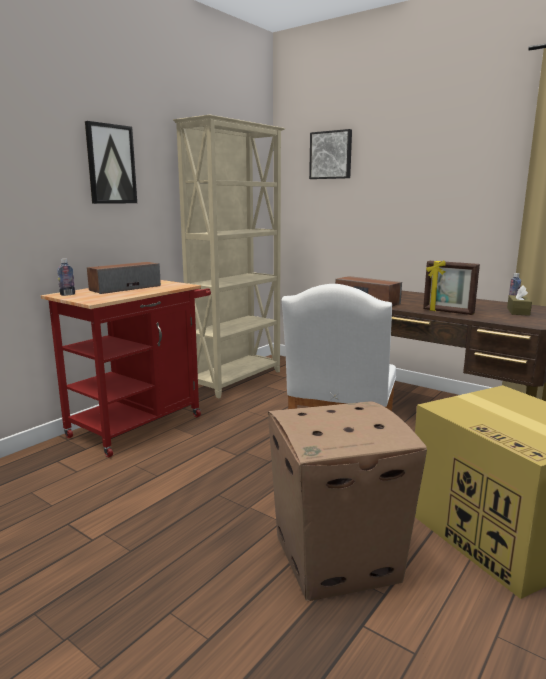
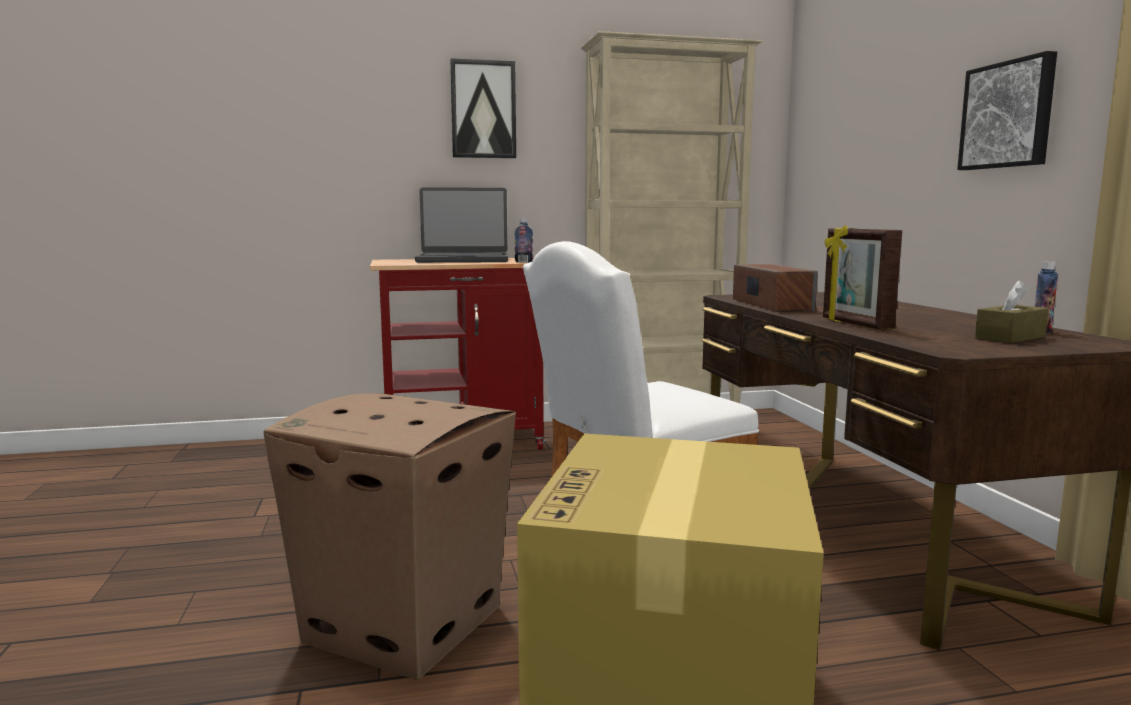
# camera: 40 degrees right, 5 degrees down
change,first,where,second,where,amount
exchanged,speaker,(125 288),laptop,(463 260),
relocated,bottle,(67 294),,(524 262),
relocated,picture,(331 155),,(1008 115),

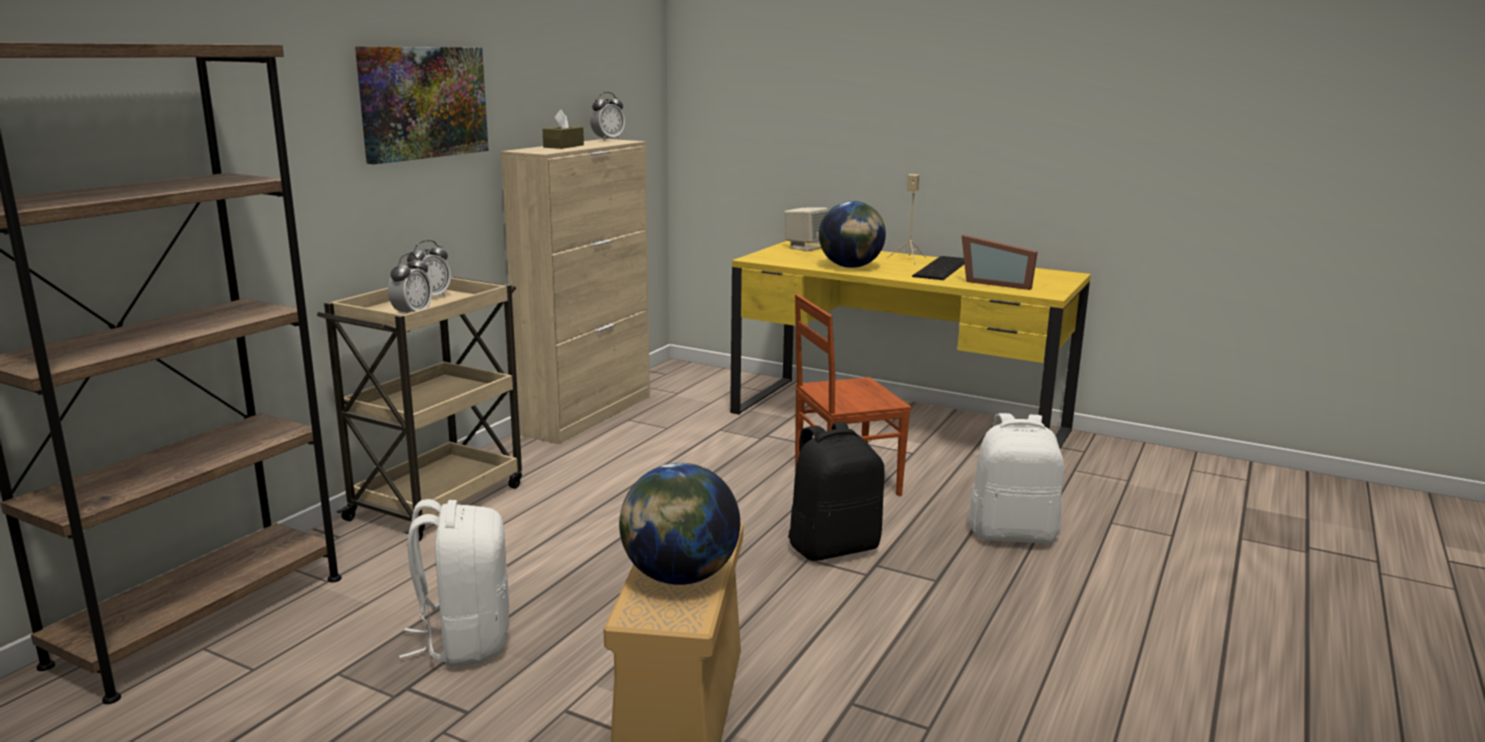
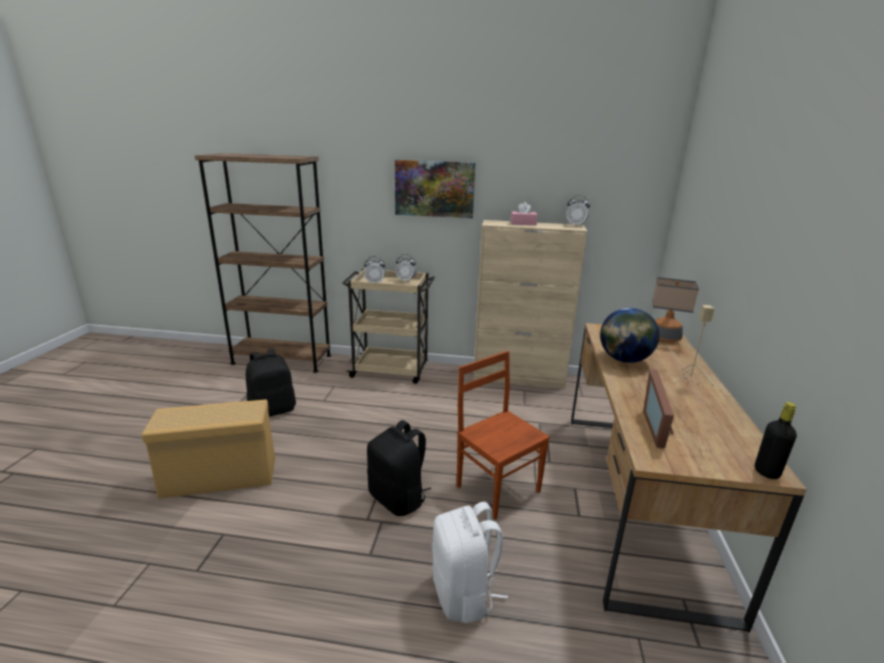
# camera: 70 degrees right, 5 degrees up
change,first,where,second,where,amount
colour,white backpack,(465 641),black backpack,(273 410),
colour,brown tissue box,(563 146),pink tissue box,(523 223),
colour,yellow desk,(897 422),brown desk,(636 498),
exchanged,beige speaker,(805 247),table lamp,(665 338),
appeared,,,black bottle,(766 472),
missing,globe,(679 577),,,
missing,keyboard,(943 268),,,

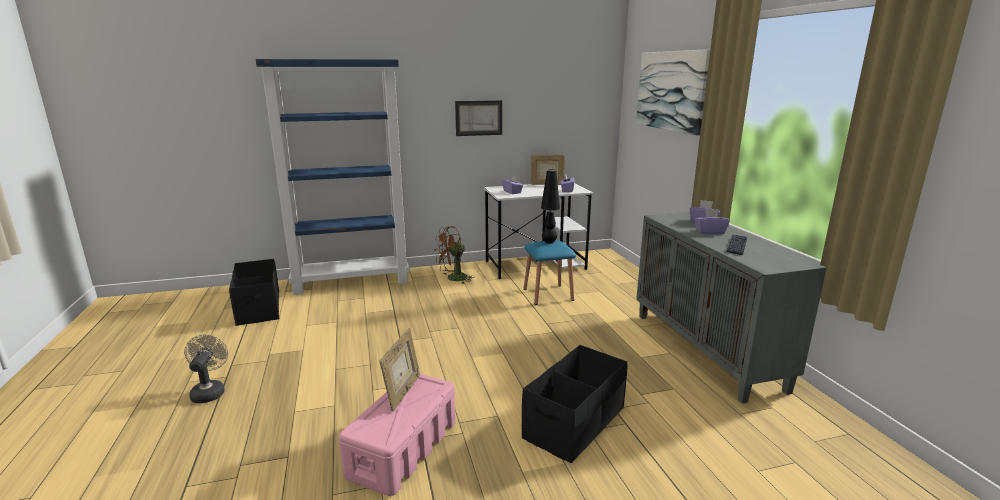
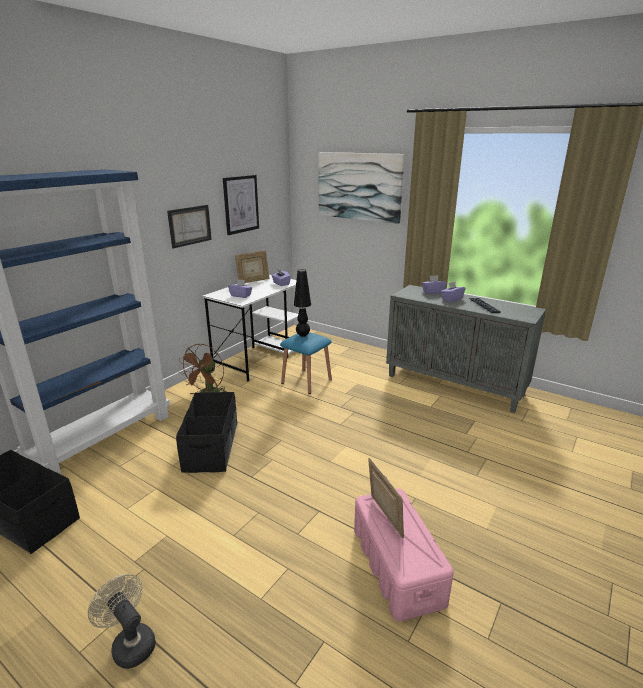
# camera: 40 degrees left, 5 degrees up
change,first,where,second,where,amount
relocated,black storage box,(575 423),,(212 447),
appeared,,,picture,(241 204),

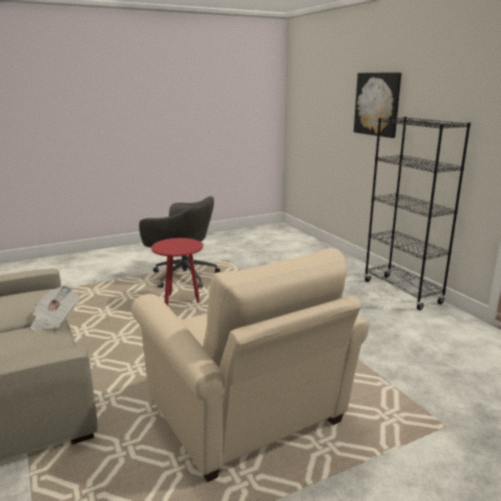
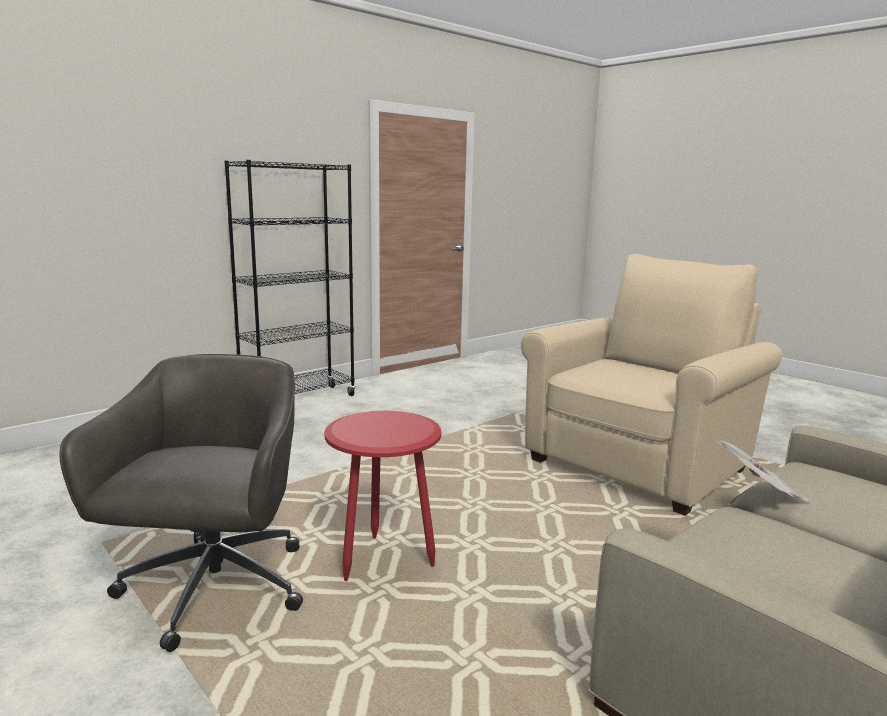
# camera: 105 degrees left, 5 degrees down
change,first,where,second,where,amount
missing,picture,(377 104),,,

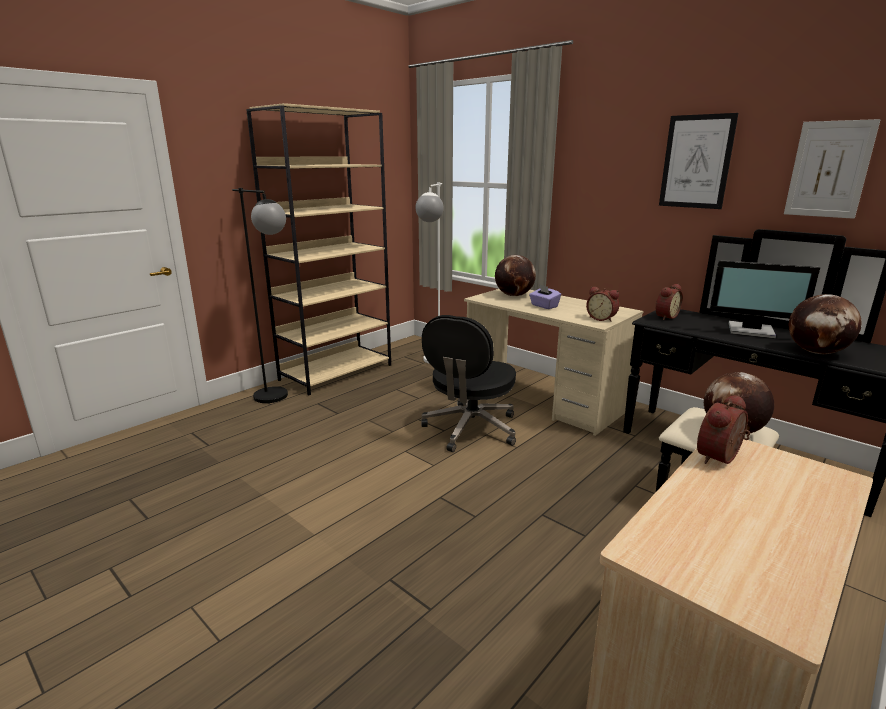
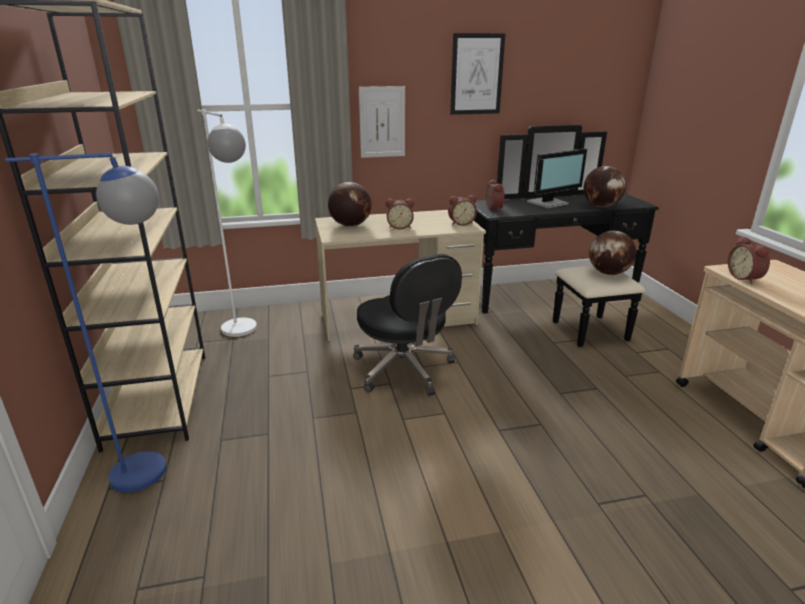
# camera: 55 degrees left, 5 degrees up
change,first,where,second,where,amount
colour,black floor lamp,(278 399),blue floor lamp,(159 468),
relocated,picture,(829 169),,(382 122),
exchanged,purple tissue box,(544 306),alarm clock,(399 227),

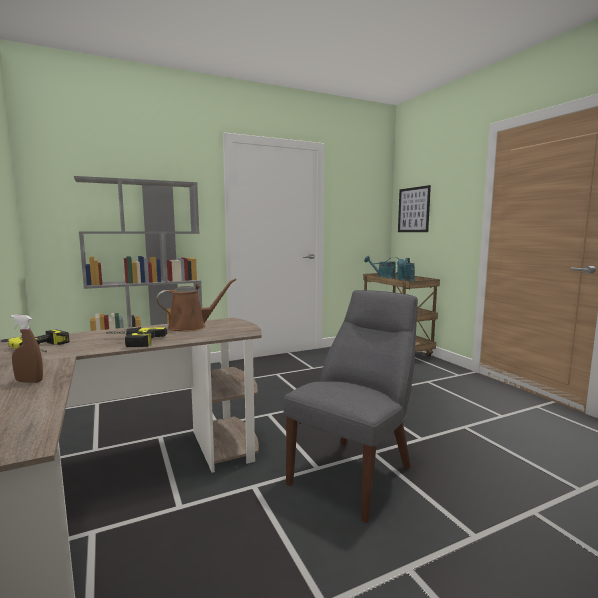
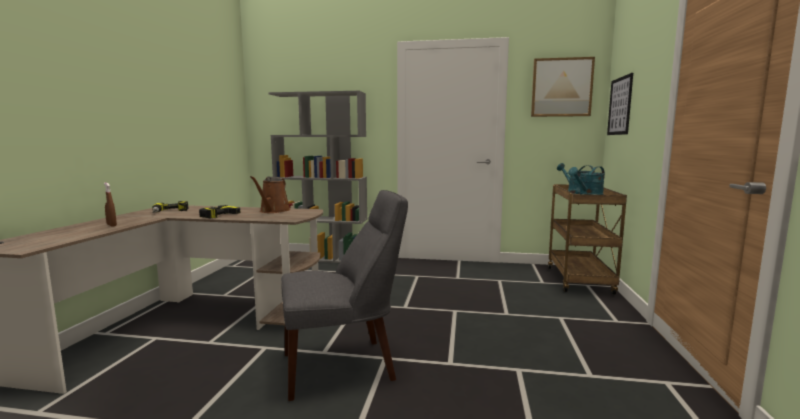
# camera: 35 degrees right, 0 degrees up
change,first,where,second,where,amount
spun,brown watering can,(191 327),,(273 211),90 degrees clockwise
appeared,,,picture,(561 87),

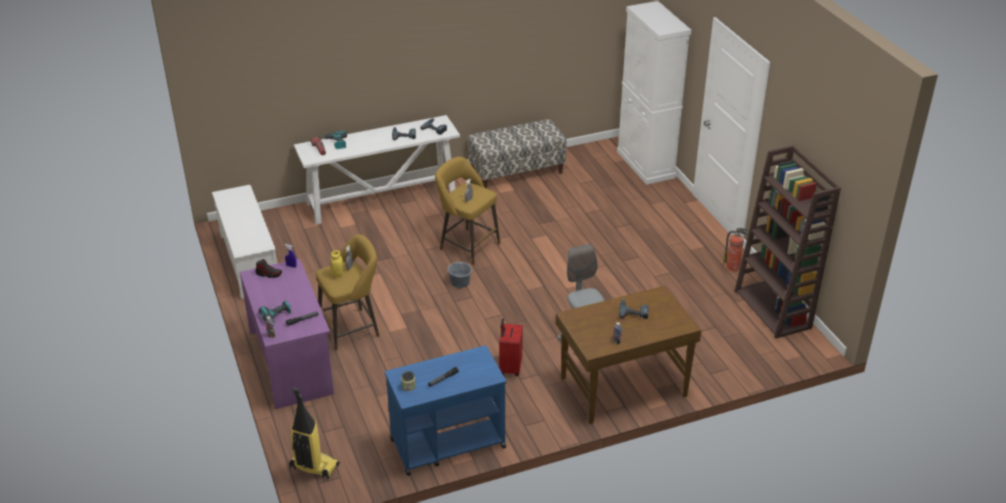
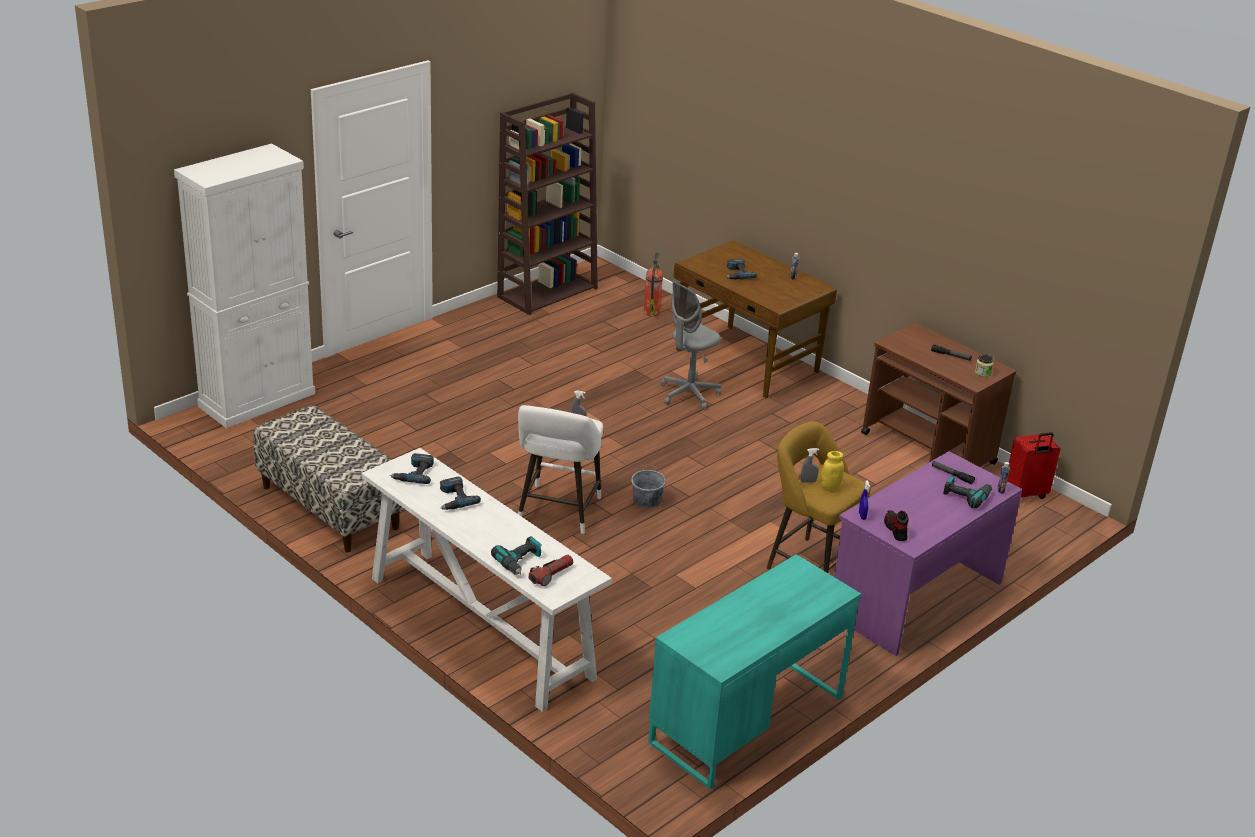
# camera: 115 degrees left, 5 degrees down
change,first,where,second,where,amount
colour,yellow stool,(467 245),white stool,(557 513),
relocated,fire extinguisher,(733 267),,(651 312),
exchanged,white shoe rack,(249 262),turquoise desk,(746 719),
colour,blue cart,(447 443),brown cart,(928 449),
relocated,red suitcase,(509 367),,(1025 494),
missing,vacuum cleaner,(313 467),,,

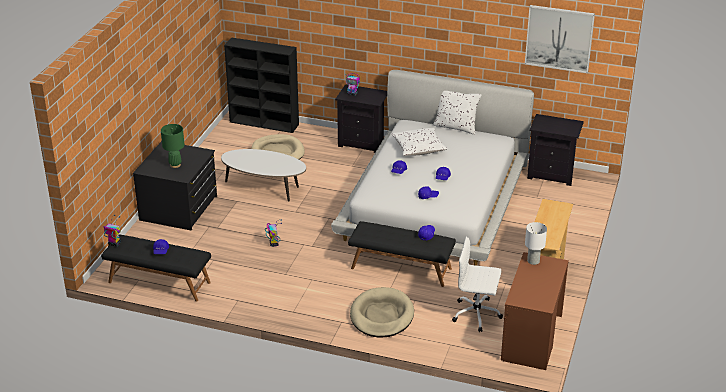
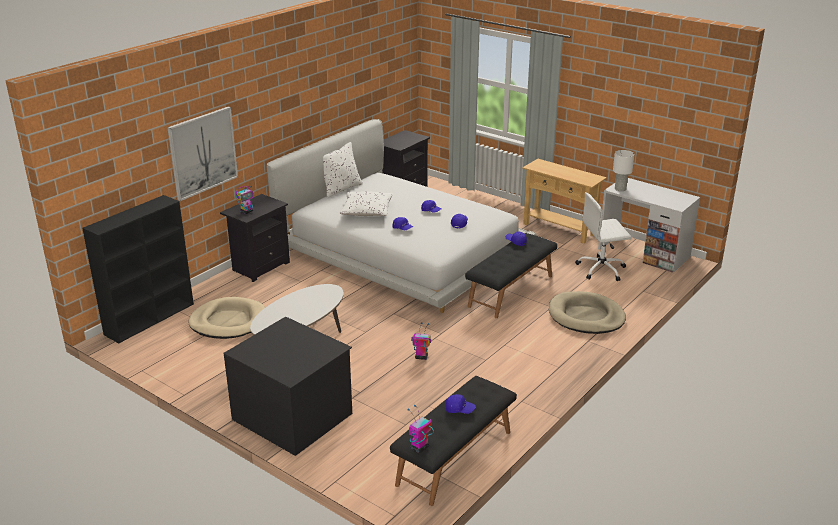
# camera: 70 degrees left, 5 degrees down
change,first,where,second,where,amount
relocated,picture,(559 38),,(203 153),
spun,white office chair,(477 314),,(602 269),45 degrees clockwise
colour,brown desk,(532 337),white desk,(644 253),
missing,green table lamp,(175 165),,,

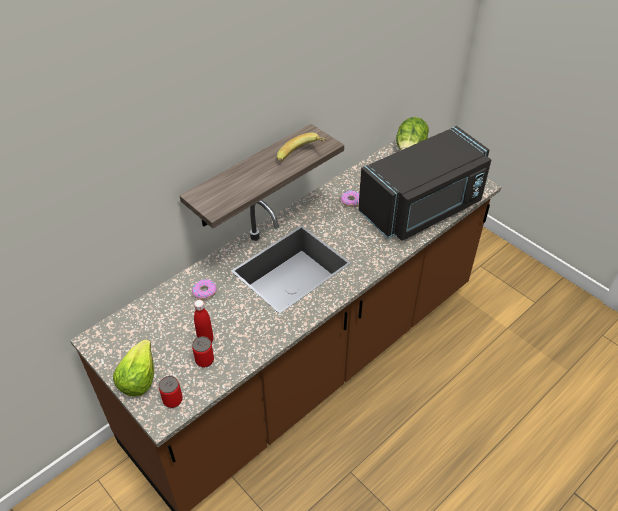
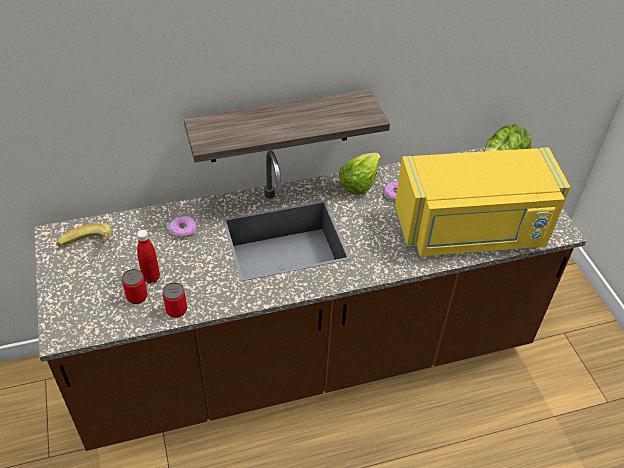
# camera: 25 degrees right, 0 degrees up
change,first,where,second,where,amount
relocated,banana,(302 157),,(89 248),
relocated,can,(173 400),,(176 310),
relocated,lettuce,(138 377),,(359 182),
colour,black microwave,(423 208),yellow microwave,(472 231),

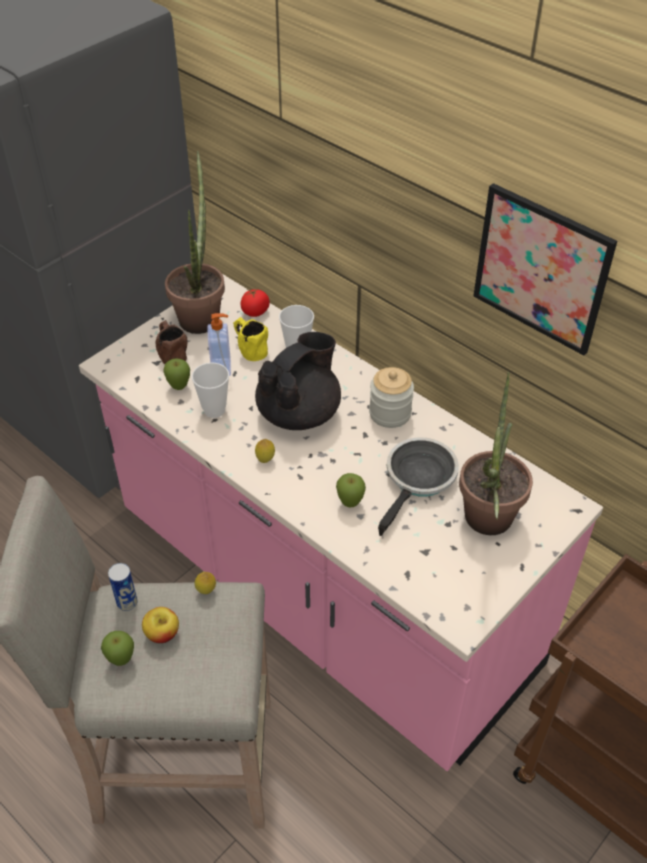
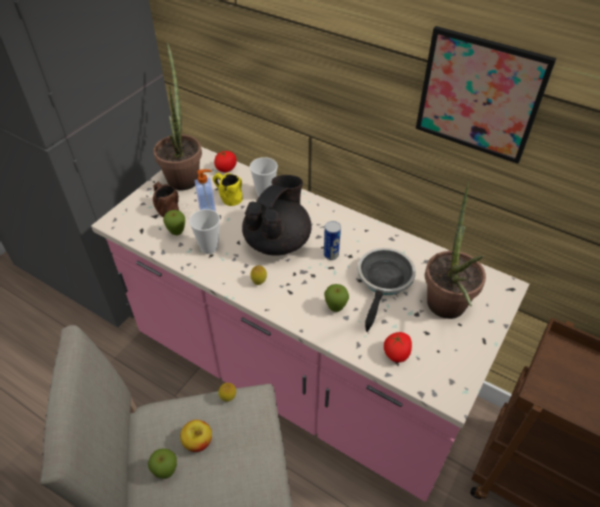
# camera: 10 degrees left, 0 degrees up
change,first,where,second,where,amount
relocated,can,(127 602),,(331 255),
appeared,,,tomato,(396 353),
missing,jar,(390 413),,,

